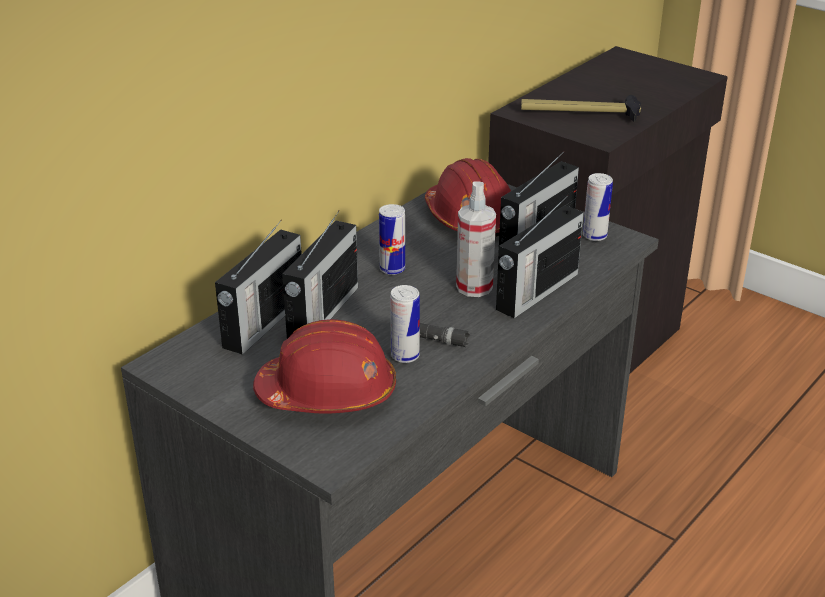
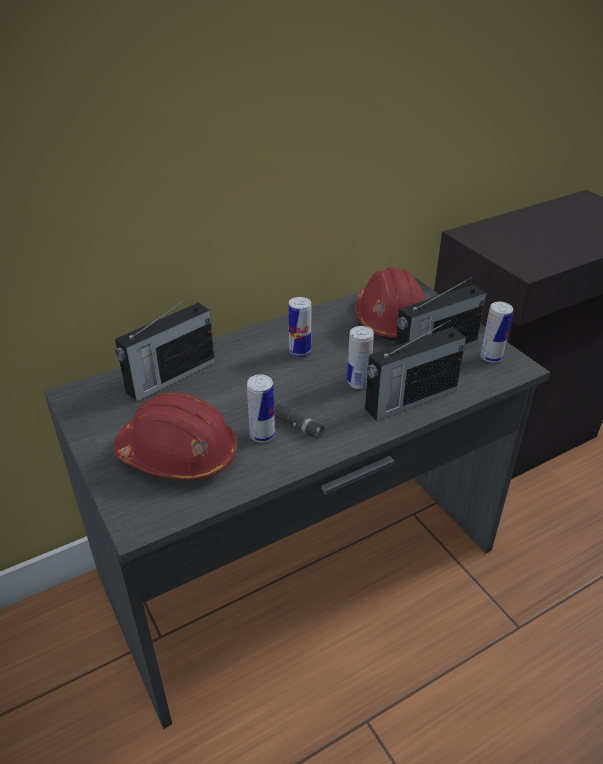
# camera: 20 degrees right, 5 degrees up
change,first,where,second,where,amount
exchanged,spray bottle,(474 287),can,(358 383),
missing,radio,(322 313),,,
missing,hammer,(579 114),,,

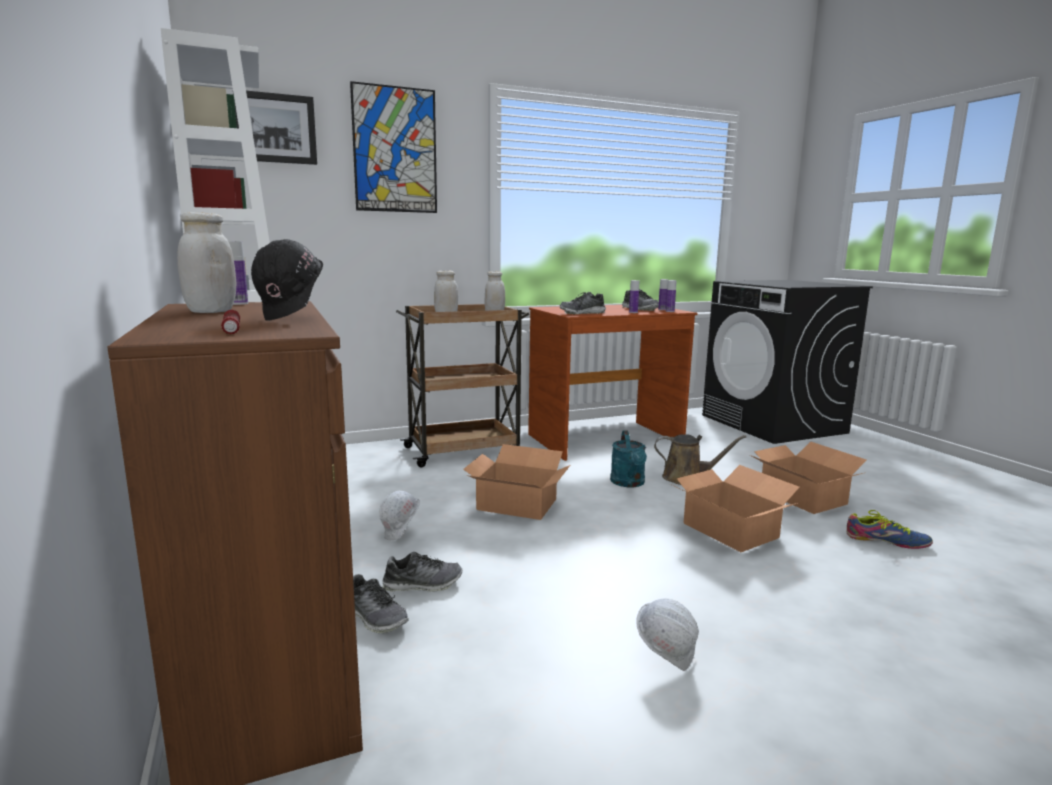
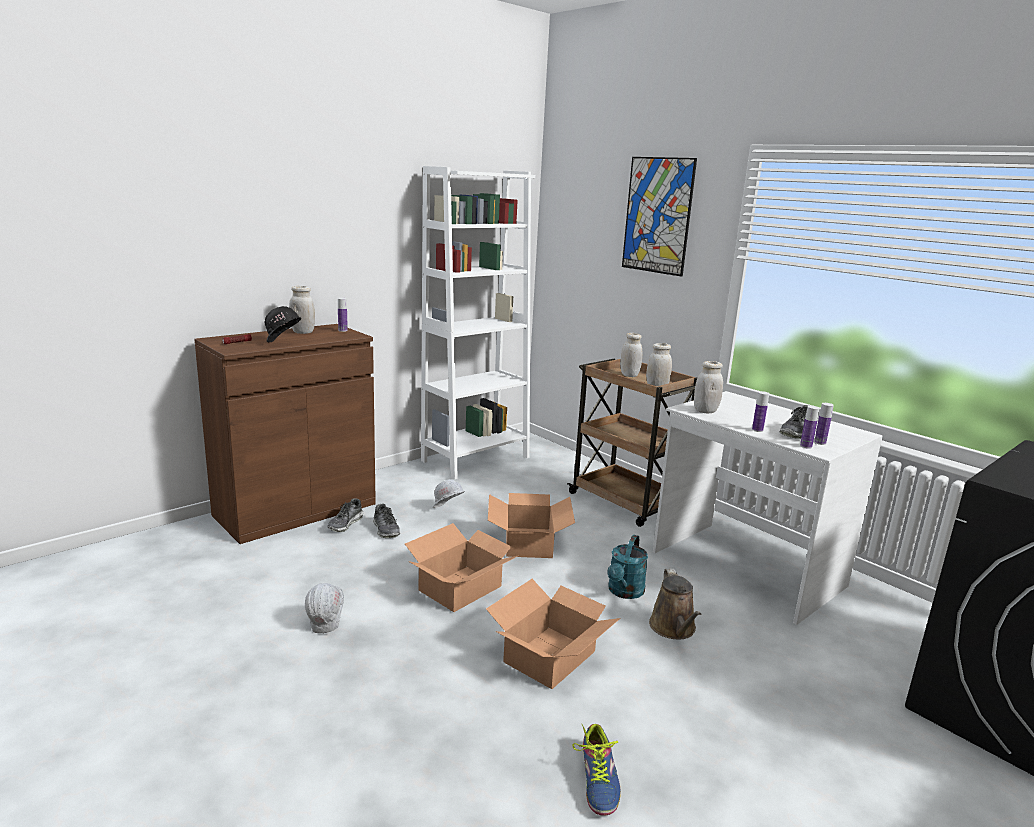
# camera: 70 degrees right, 5 degrees up
change,first,where,second,where,amount
relocated,cardboard box,(802 497),,(461 588),
spun,turquoise watering can,(629 483),,(624 592),45 degrees counterclockwise
colour,brown desk,(605 440),white desk,(745 569),
exchanged,shoe,(582 313),white jar,(705 411),
missing,picture,(276 128),,,

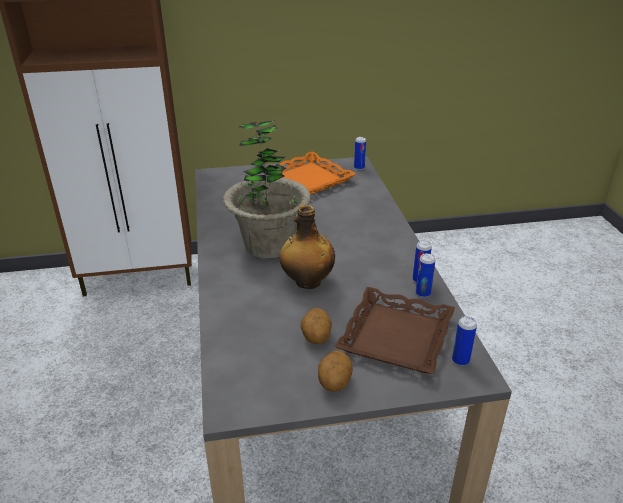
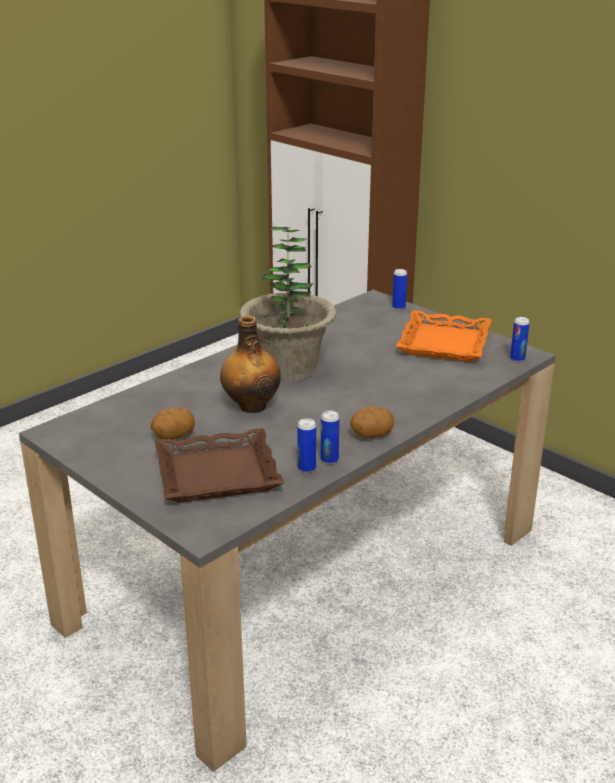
# camera: 55 degrees right, 5 degrees down
change,first,where,second,where,amount
relocated,potato,(334 383),,(371 435),
relocated,can,(460 360),,(398 307),

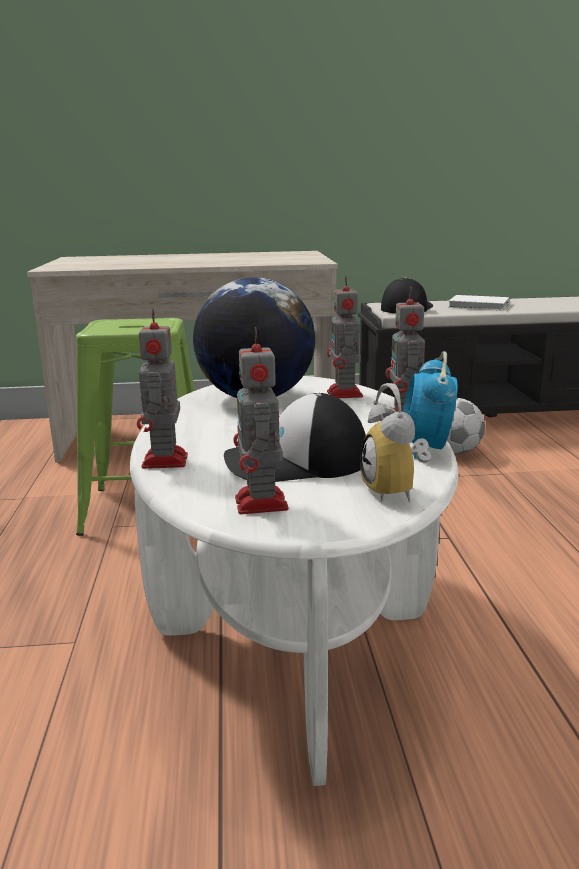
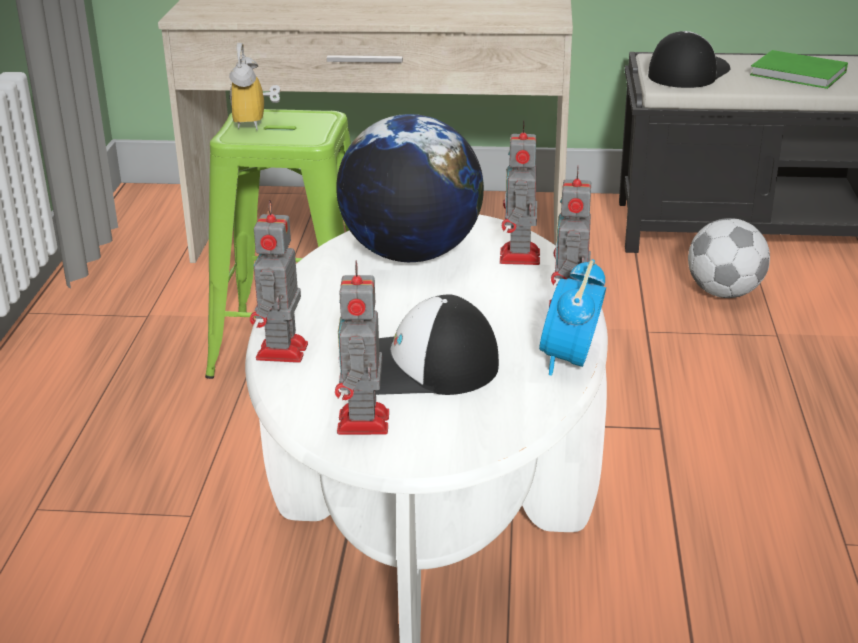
# camera: 10 degrees right, 10 degrees up
change,first,where,second,where,amount
relocated,alarm clock,(397 491),,(256 123),
colour,white book,(479 306),green book,(800 74),

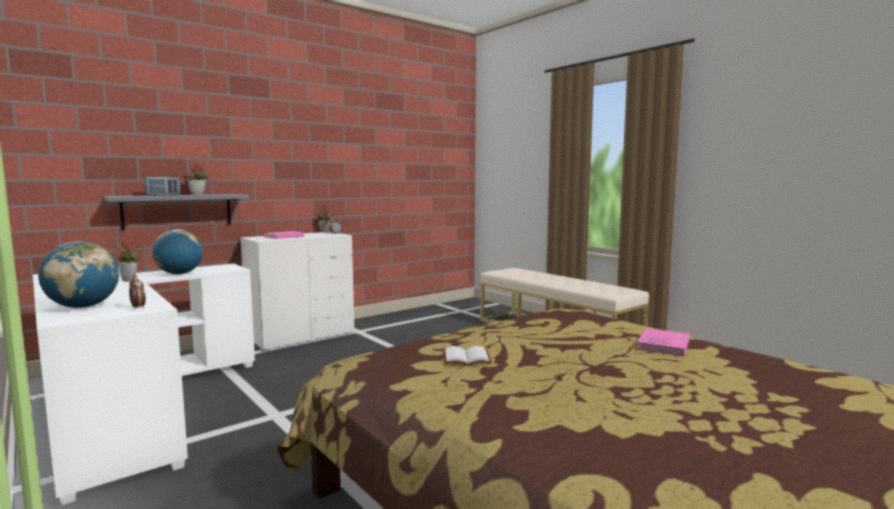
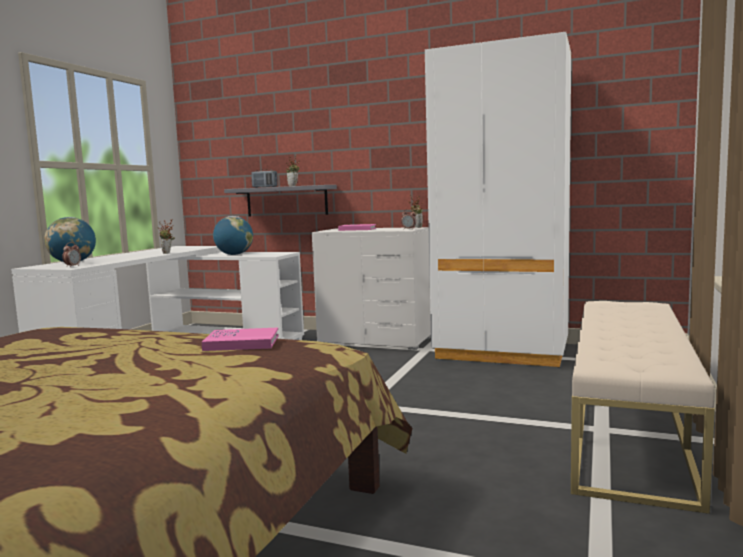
# camera: 60 degrees right, 0 degrees up
change,first,where,second,where,amount
relocated,pink book,(663 345),,(242 343),
appeared,,,white wardrobe,(501 352),
missing,white book,(465 359),,,

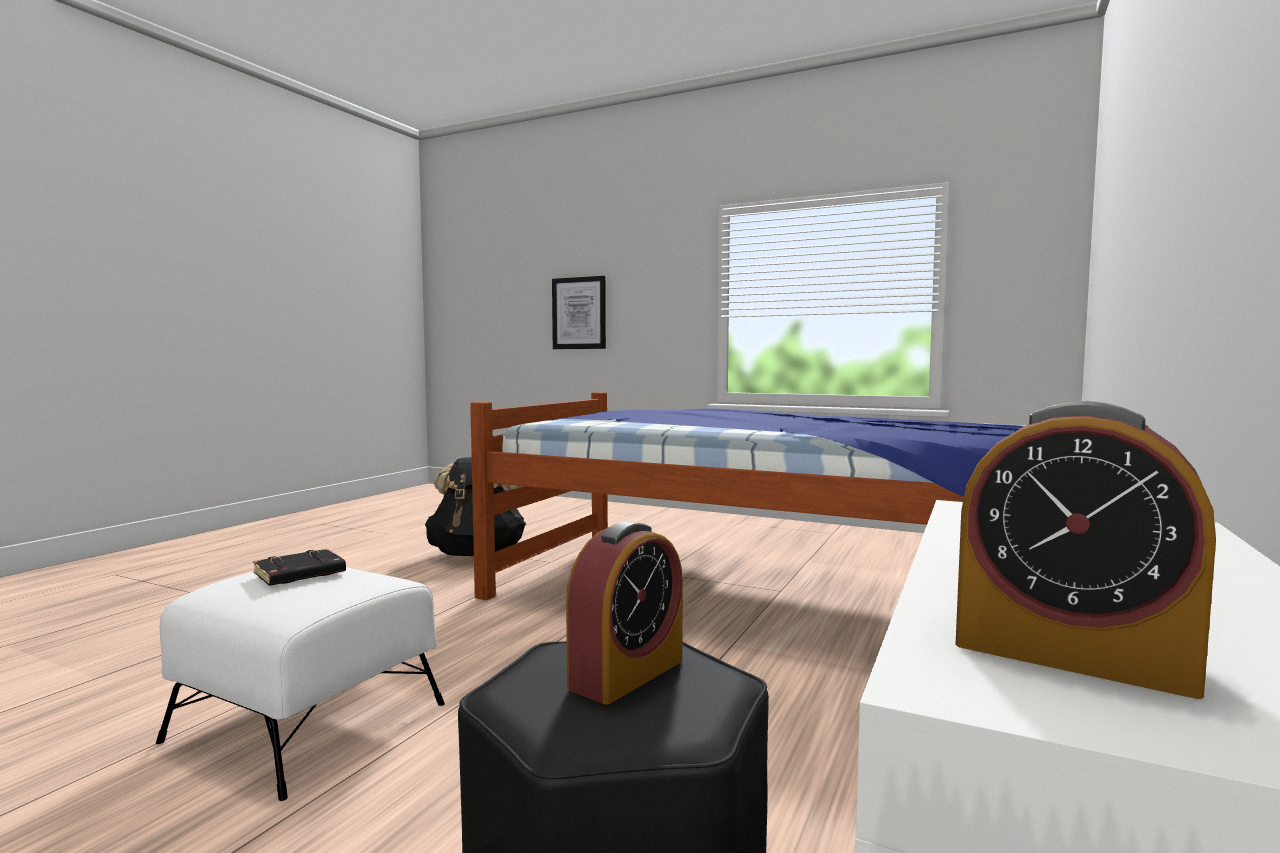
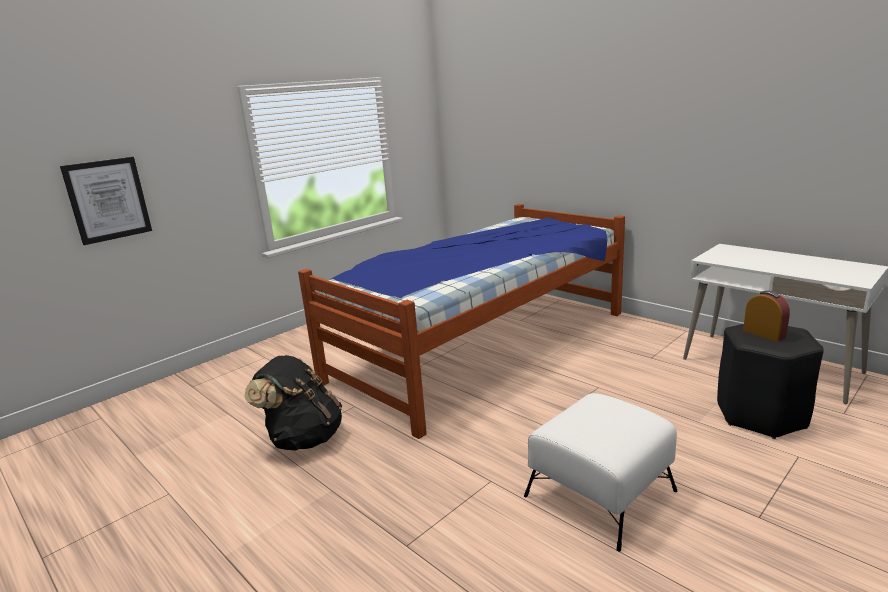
# camera: 70 degrees left, 15 degrees up
change,first,where,second,where,amount
missing,black book,(299 574),,,
missing,alarm clock,(1071 655),,,

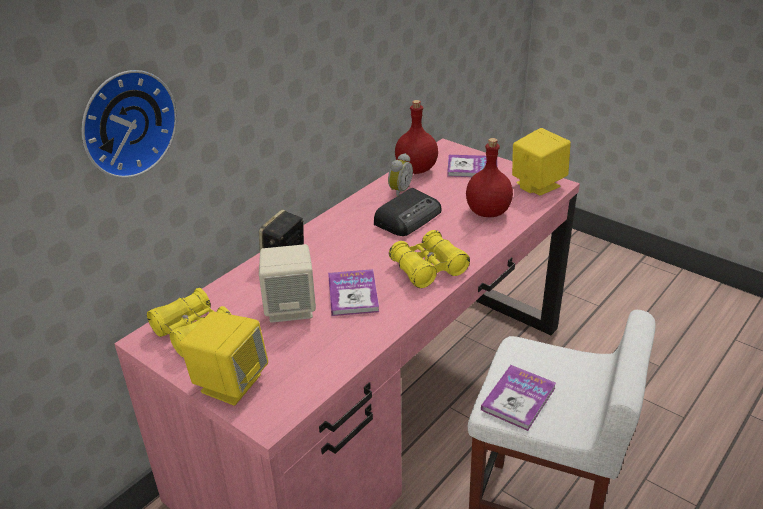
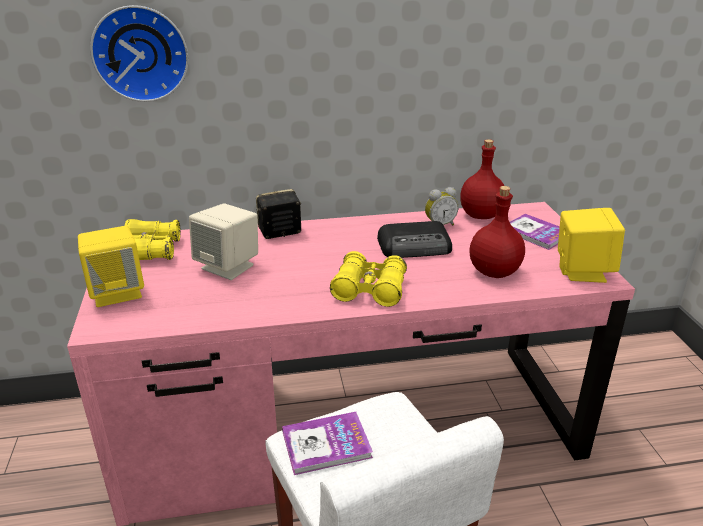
# camera: 40 degrees right, 5 degrees down
change,first,where,second,where,amount
missing,book,(353 294),,,

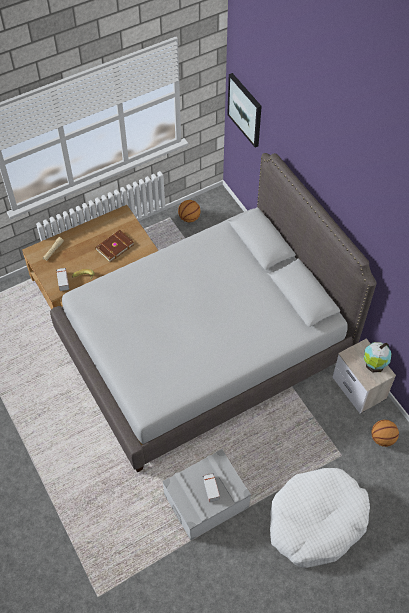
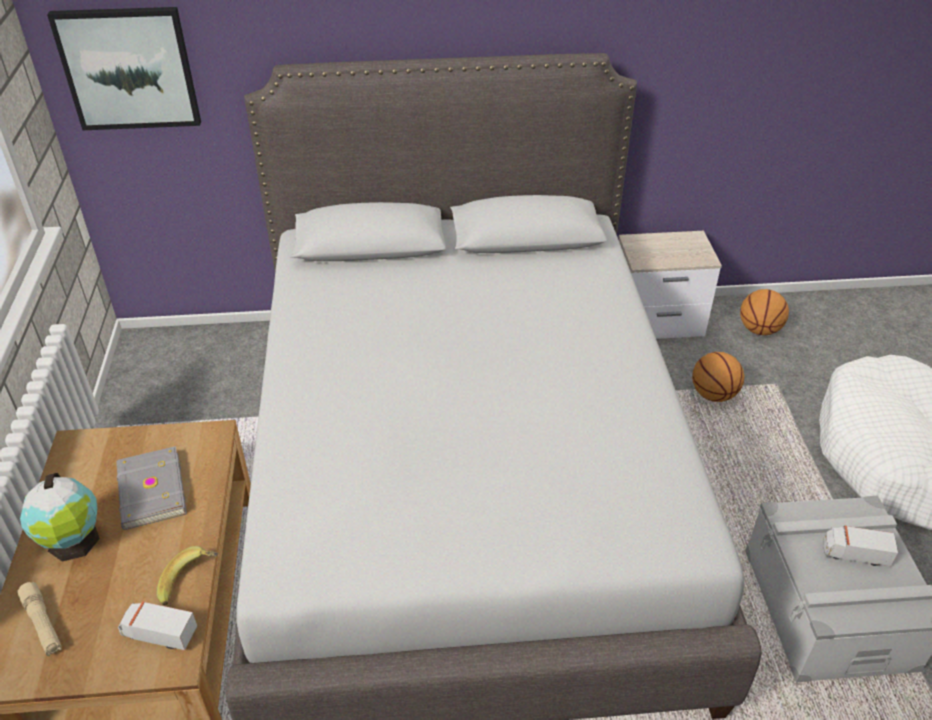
# camera: 65 degrees left, 15 degrees down
change,first,where,second,where,amount
relocated,globe,(374 365),,(74 543),
colour,brown book,(114 246),grey book,(150 491),
relocated,basketball,(189 218),,(714 395),

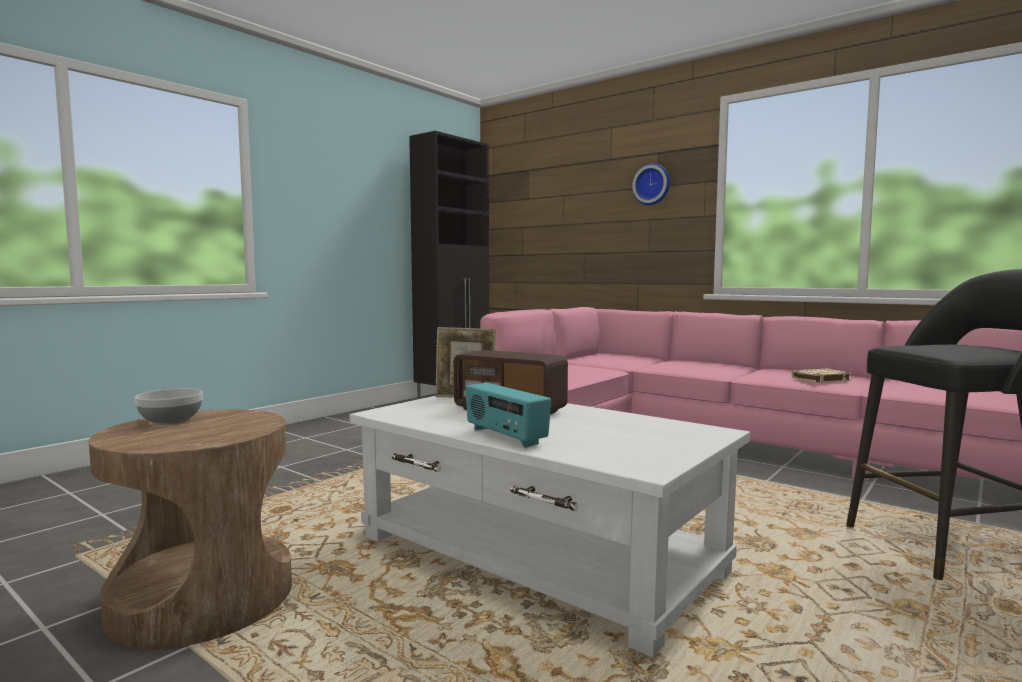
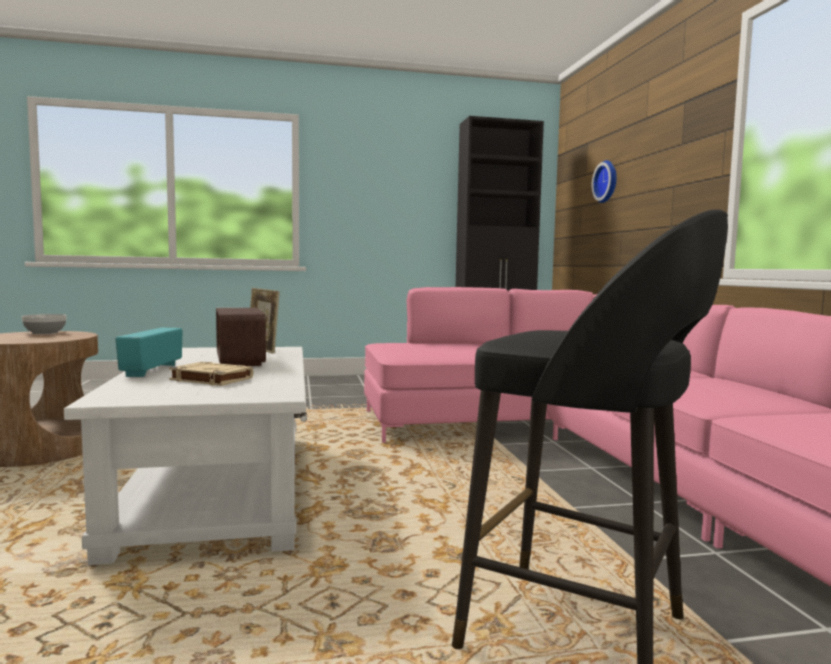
# camera: 40 degrees right, 0 degrees up
change,first,where,second,where,amount
relocated,beige book,(820 379),,(210 379),
relocated,wall clock,(652 184),,(607 181),

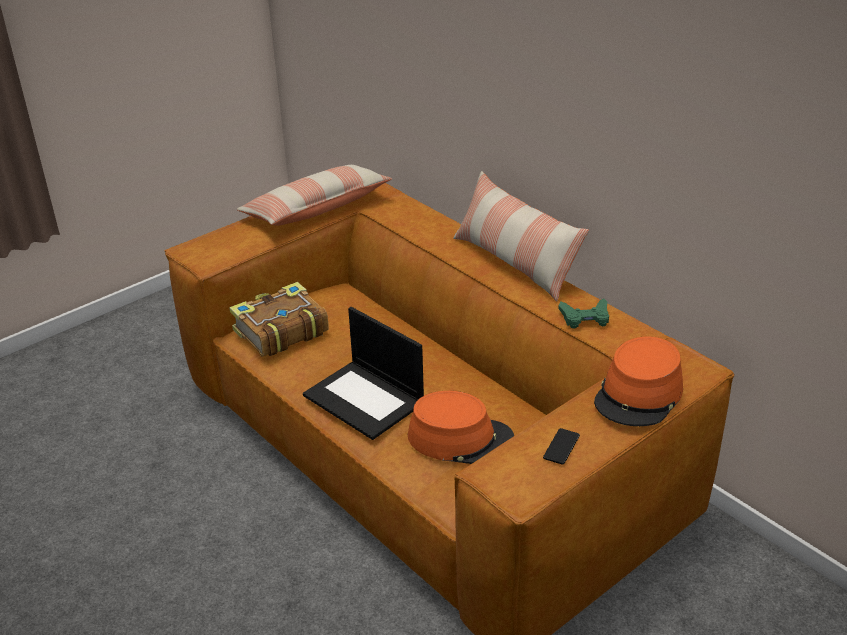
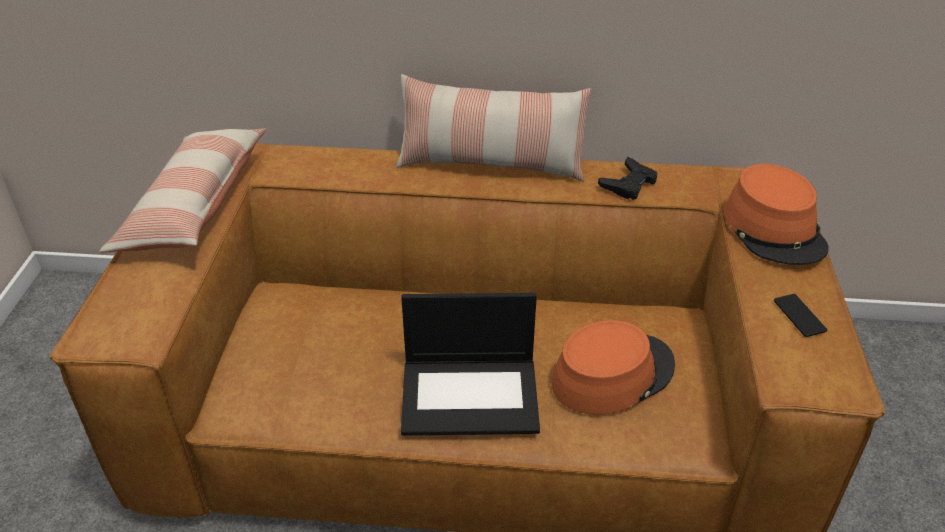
# camera: 45 degrees left, 5 degrees up
change,first,where,second,where,amount
colour,green game controller,(585 318),black game controller,(629 184),
missing,book,(279 331),,,

